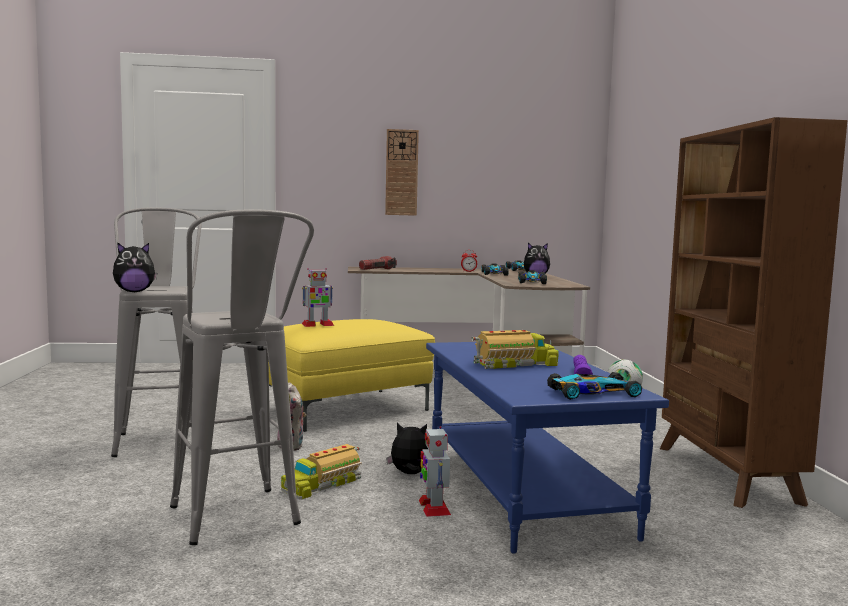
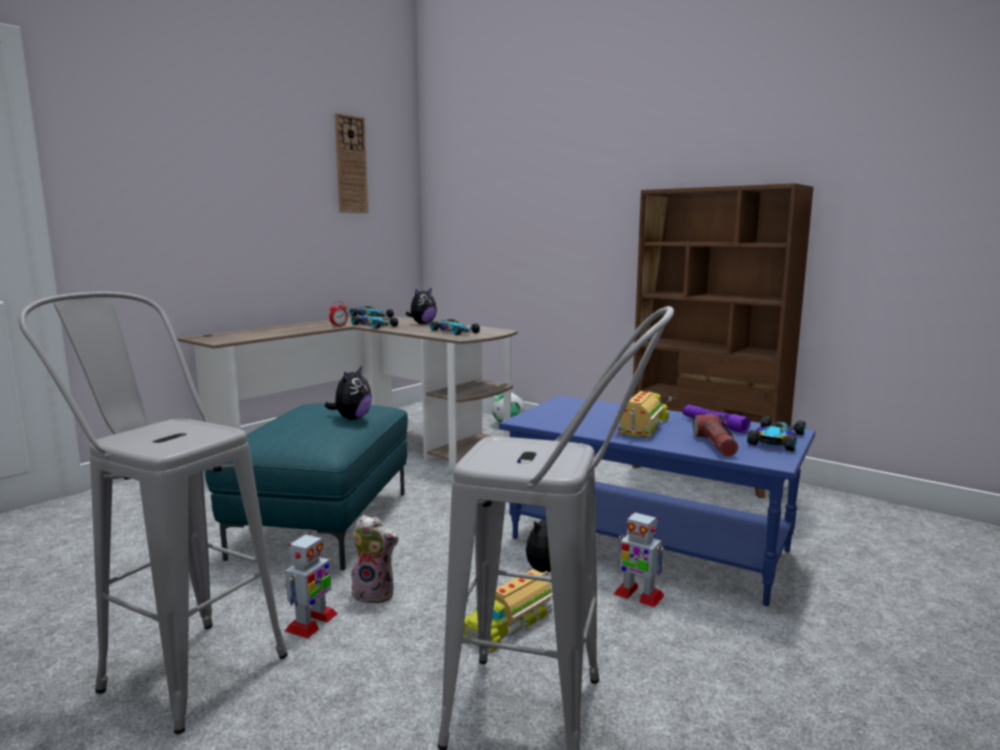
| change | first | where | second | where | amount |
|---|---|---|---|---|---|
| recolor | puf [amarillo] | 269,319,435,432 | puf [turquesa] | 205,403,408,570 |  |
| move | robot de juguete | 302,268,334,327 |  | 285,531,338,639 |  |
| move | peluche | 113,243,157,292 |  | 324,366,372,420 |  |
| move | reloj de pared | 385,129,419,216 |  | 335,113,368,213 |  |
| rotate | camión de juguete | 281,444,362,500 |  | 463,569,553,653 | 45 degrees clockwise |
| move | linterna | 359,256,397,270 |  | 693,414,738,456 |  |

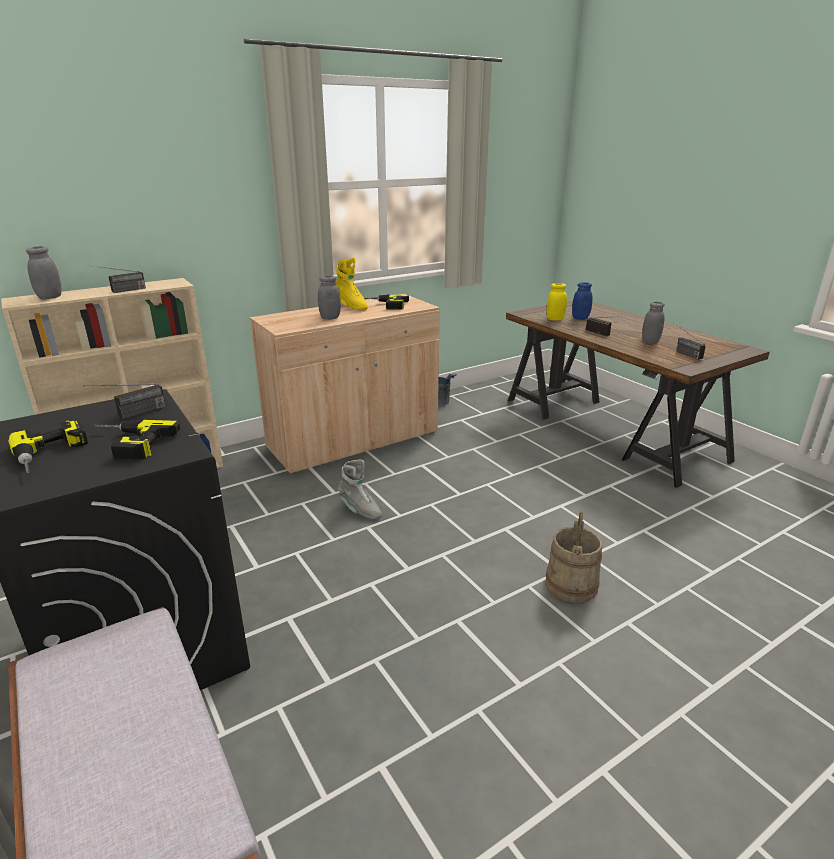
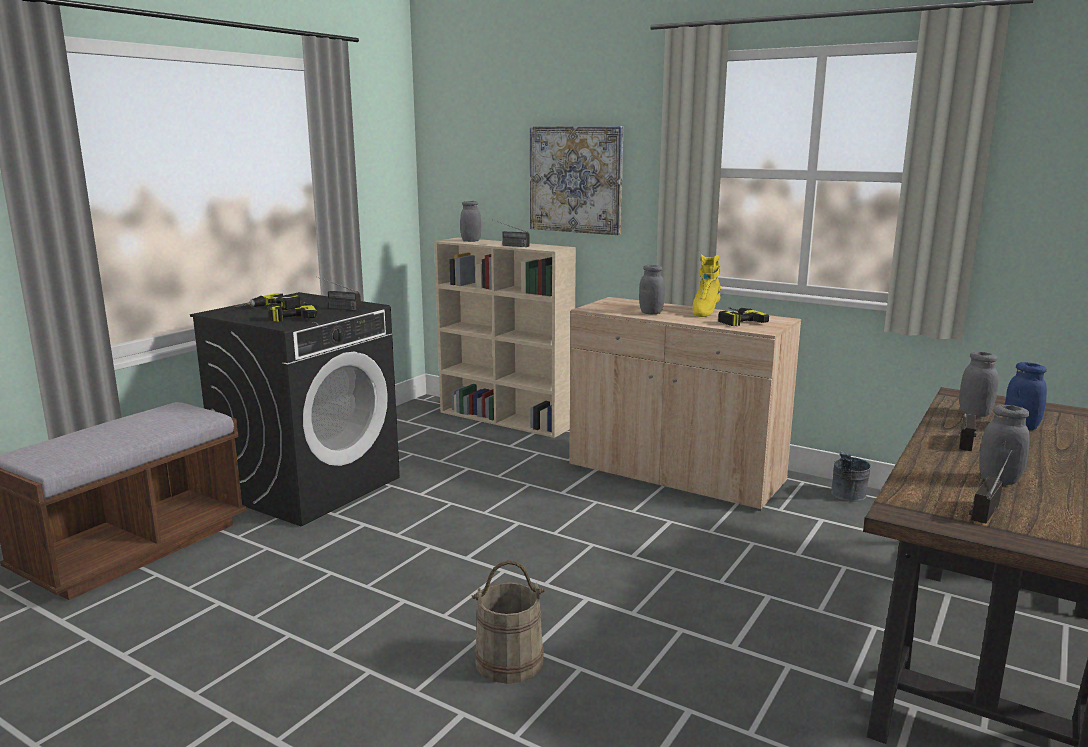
| change | first | where | second | where | amount |
|---|---|---|---|---|---|
| insert |  |  | cuadro | 530,126,624,235 |  |
| recolor | tarro [amarillo] | 546,283,567,321 | tarro [gris] | 959,352,999,417 |  |
| delete | bota [gris] | 338,459,382,519 |  |  |  |

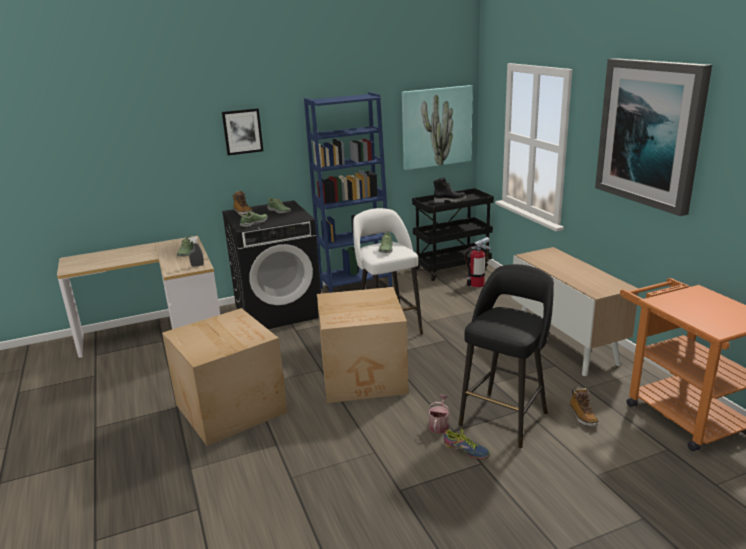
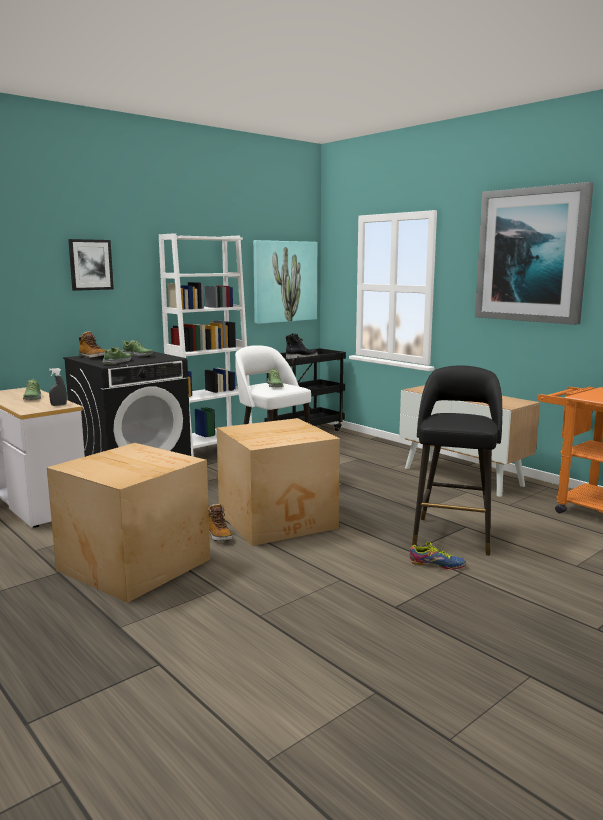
| change | first | where | second | where | amount |
|---|---|---|---|---|---|
| recolor | estantería [azul] | 304,92,392,293 | estantería [blanco] | 159,234,252,457 |  |
| move | bota | 570,387,599,426 |  | 209,504,233,541 |  |
| delete | regadera | 428,395,450,434 |  |  |  |
| delete | extintor | 464,237,491,287 |  |  |  |

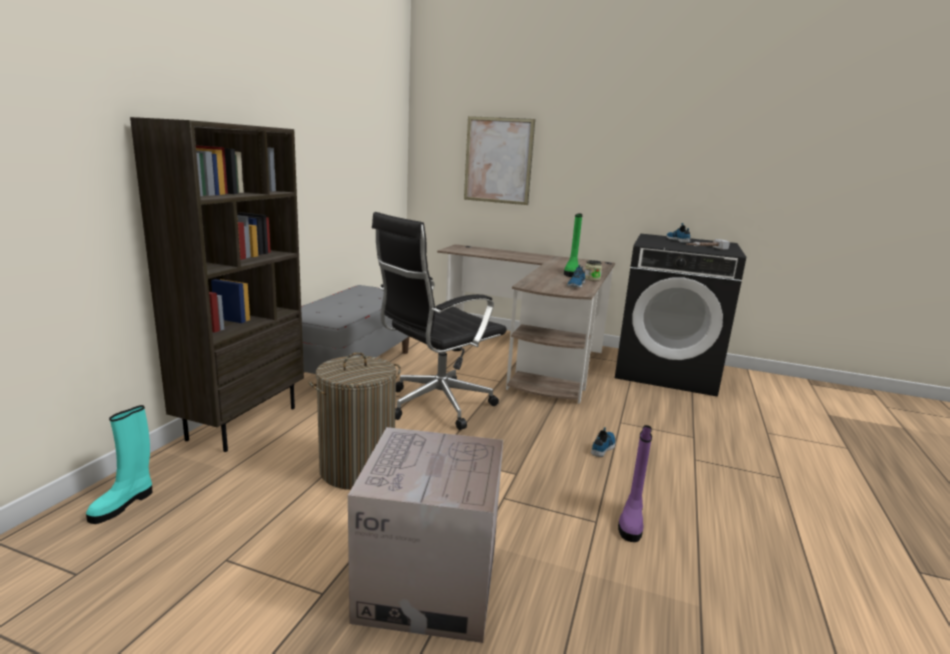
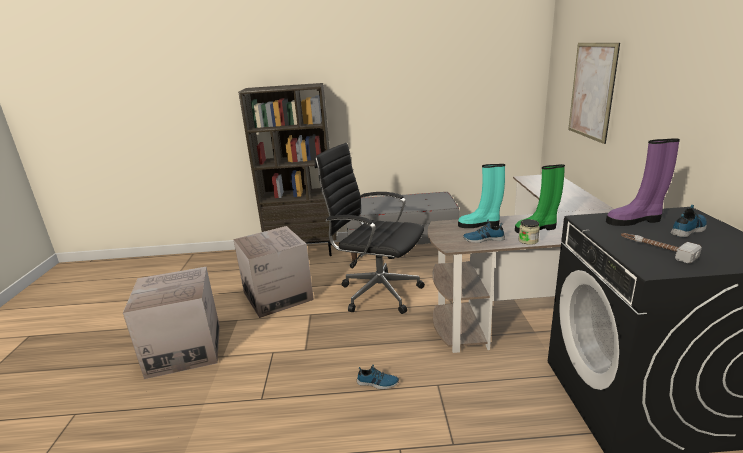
| change | first | where | second | where | amount |
|---|---|---|---|---|---|
| replace | cesto de la ropa | 308,352,401,490 | caja de cartón | 233,226,314,318 |  |
| move | bota [turquesa] | 86,405,152,524 |  | 458,164,505,228 |  |
| move | bota [morado] | 618,425,652,542 |  | 606,138,680,226 |  |

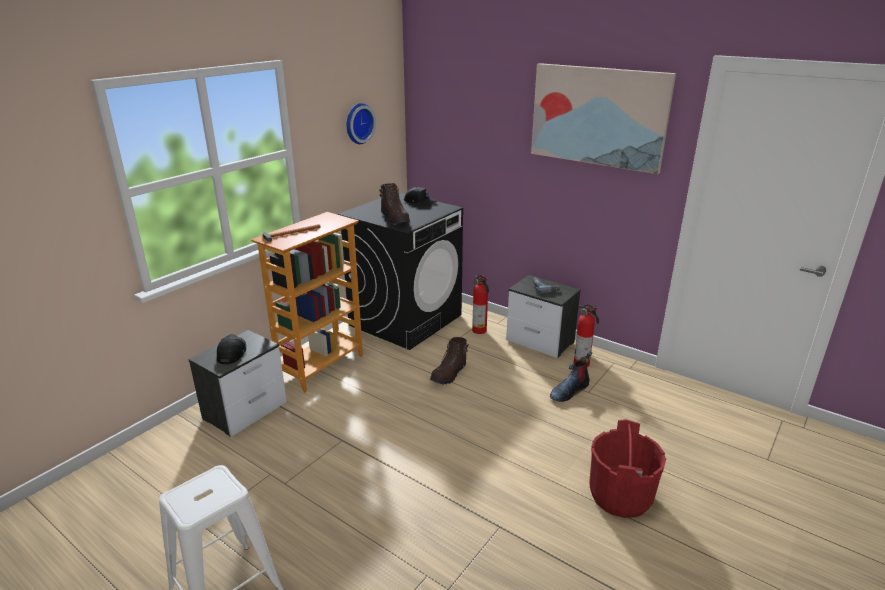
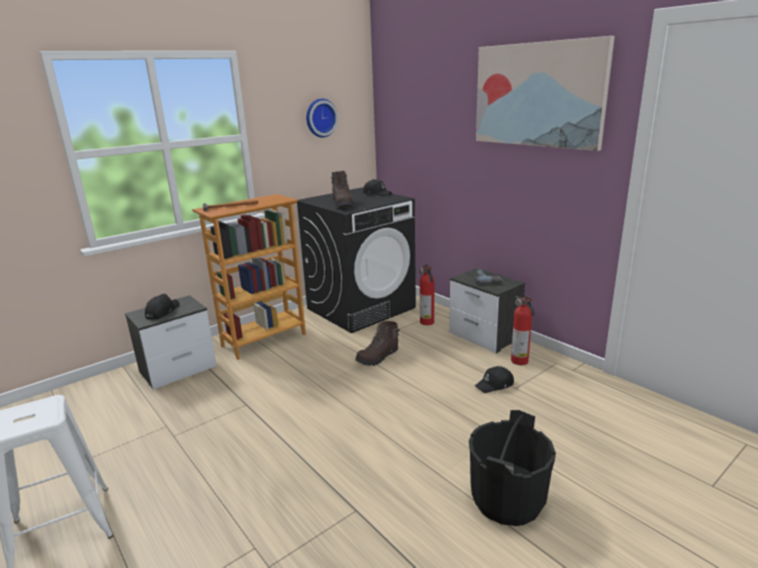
| change | first | where | second | where | amount |
|---|---|---|---|---|---|
| recolor | cubo [rojo] | 589,419,666,518 | cubo [negro] | 469,410,556,526 |  |
| replace | bota | 550,351,592,402 | gorra [negro] | 475,366,514,393 |  |

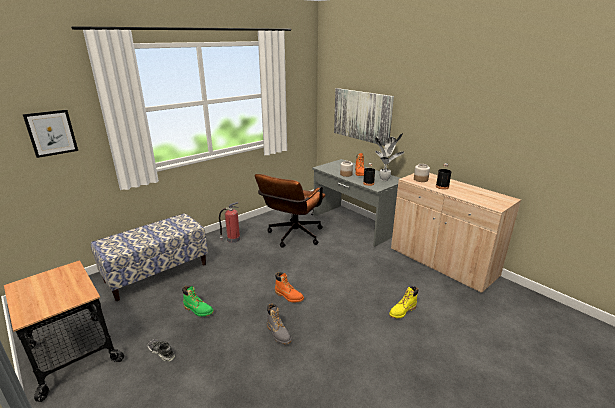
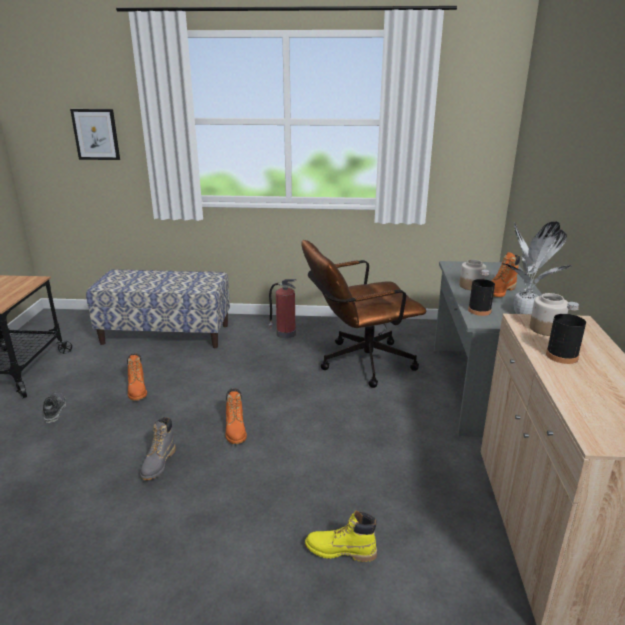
| change | first | where | second | where | amount |
|---|---|---|---|---|---|
| recolor | bota [verde] | 182,286,214,317 | bota [naranja] | 127,353,147,401 |  |
| delete | cuadro | 334,88,394,146 |  |  |  |

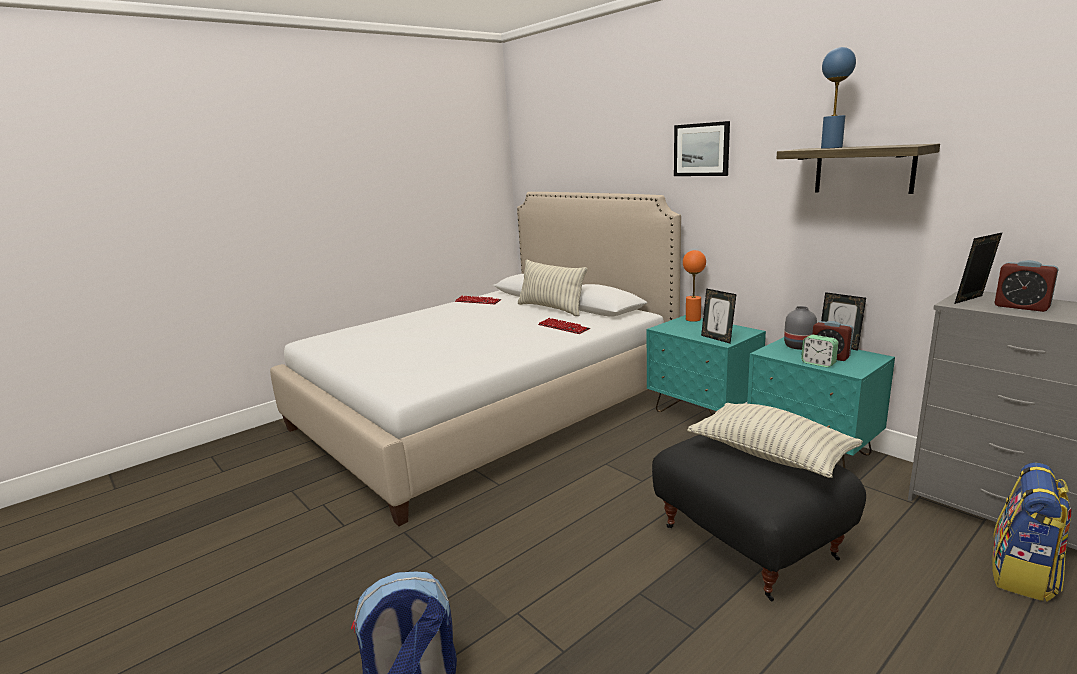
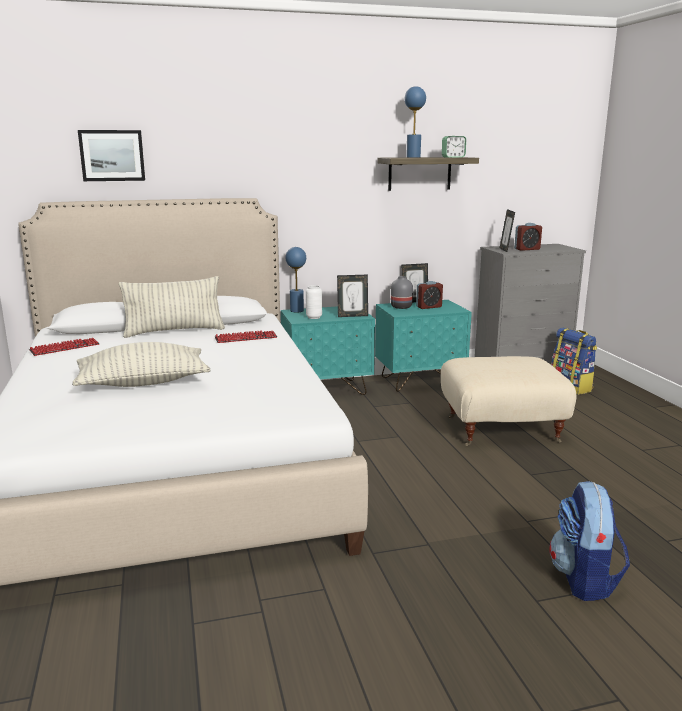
| change | first | where | second | where | amount |
|---|---|---|---|---|---|
| move | cojín | 687,403,863,478 |  | 72,342,211,387 |  |
| move | cuadro | 674,121,730,176 |  | 78,130,145,181 |  |
| recolor | lámpara de mesa [naranja] | 683,250,706,322 | lámpara de mesa [azul] | 285,247,306,312 |  |
| insert |  |  | florero [blanco] | 306,285,322,319 |  |
| recolor | puf [negro] | 652,435,866,601 | puf [beis] | 441,356,576,446 |  |
| move | despertador | 801,335,839,367 |  | 442,136,466,158 |  |

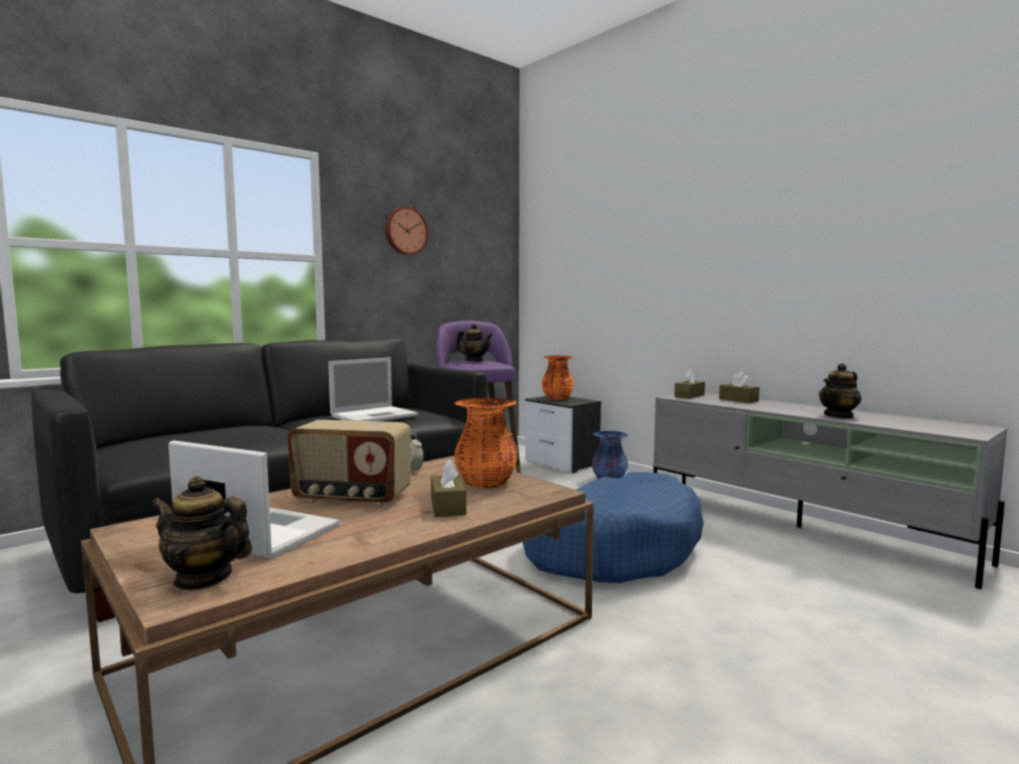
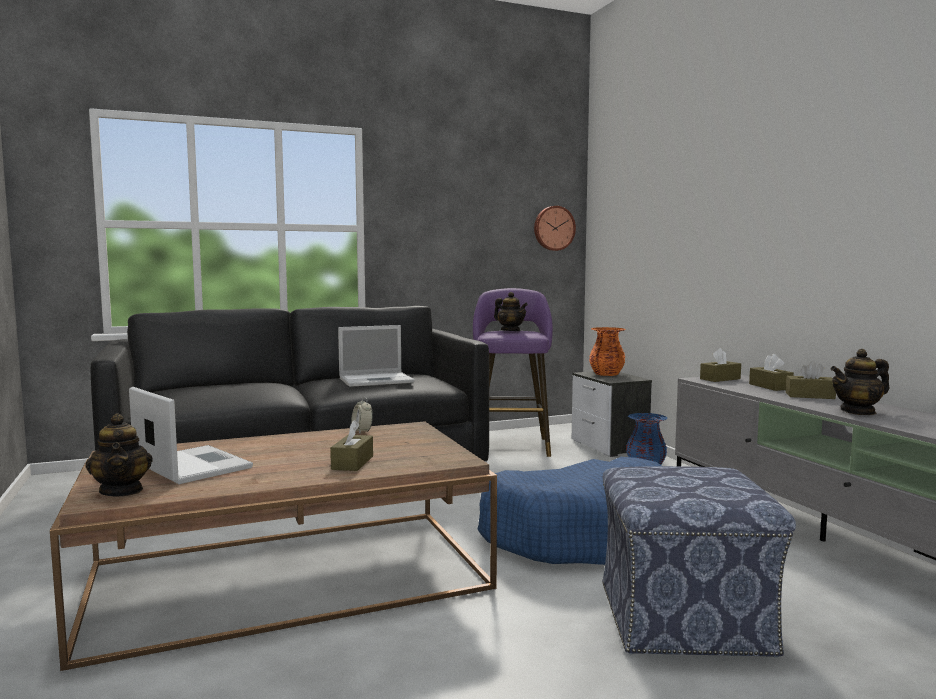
| change | first | where | second | where | amount |
|---|---|---|---|---|---|
| rotate | tetera | 151,476,252,591 |  | 86,413,153,496 | 150 degrees counterclockwise |
| move | reloj de pared | 385,206,428,255 |  | 534,206,576,251 |  |
| insert |  |  | puf | 602,466,796,658 |  |
| insert |  |  | caja de pañuelos [marrón] | 786,361,836,399 |  |
| delete | radio | 287,420,411,506 |  |  |  |
| delete | florero [naranja] | 454,398,518,488 |  |  |  |

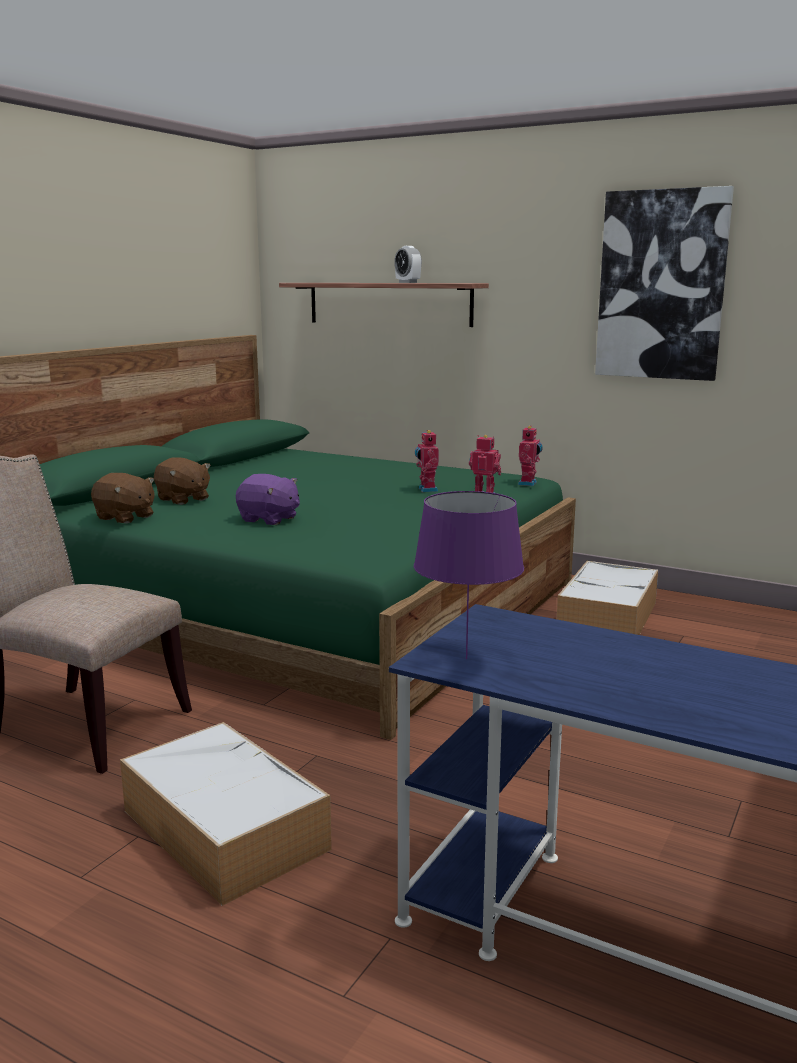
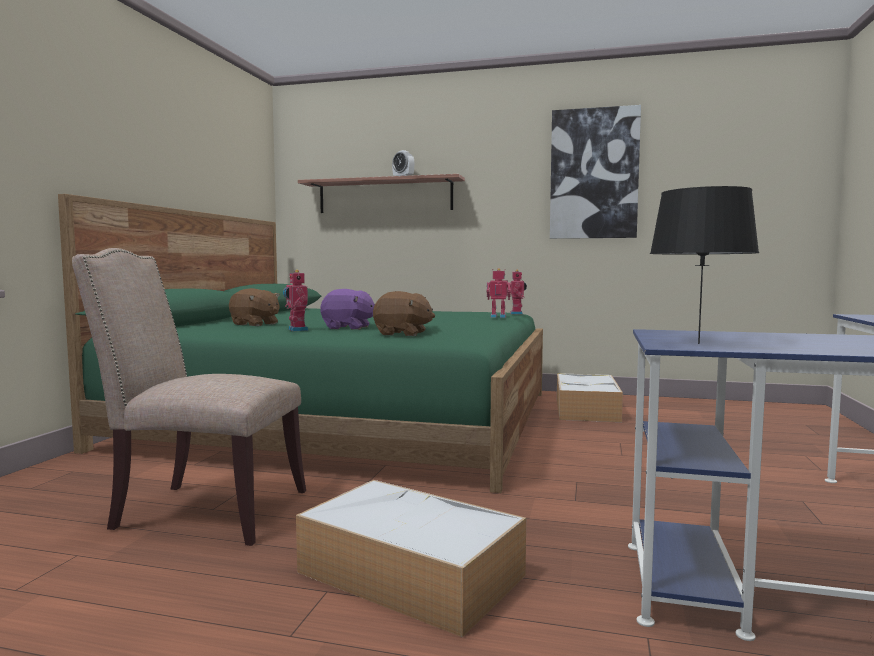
| change | first | where | second | where | amount |
|---|---|---|---|---|---|
| move | robot de juguete | 415,430,439,492 |  | 283,270,309,331 |  |
| move | peluche [marrón] | 91,473,155,524 |  | 373,291,435,336 |  |
| recolor | lámpara de mesa [morado] | 414,491,524,659 | lámpara de mesa [negro] | 650,186,759,344 |  |

